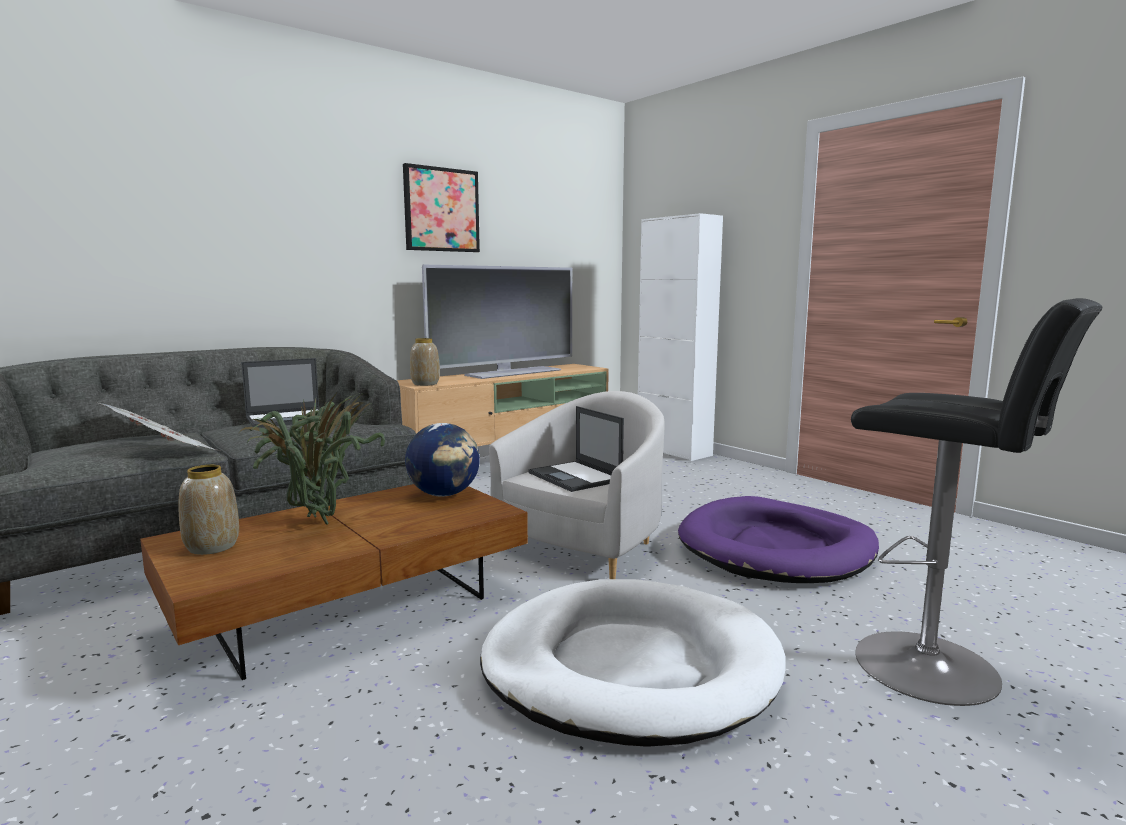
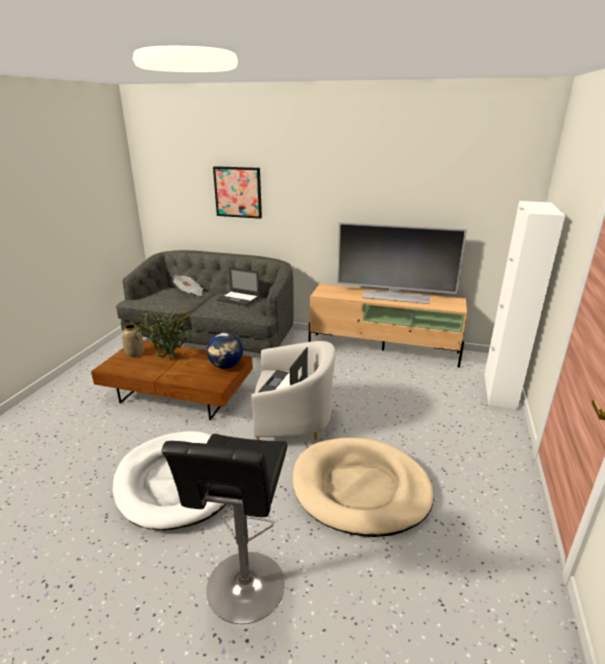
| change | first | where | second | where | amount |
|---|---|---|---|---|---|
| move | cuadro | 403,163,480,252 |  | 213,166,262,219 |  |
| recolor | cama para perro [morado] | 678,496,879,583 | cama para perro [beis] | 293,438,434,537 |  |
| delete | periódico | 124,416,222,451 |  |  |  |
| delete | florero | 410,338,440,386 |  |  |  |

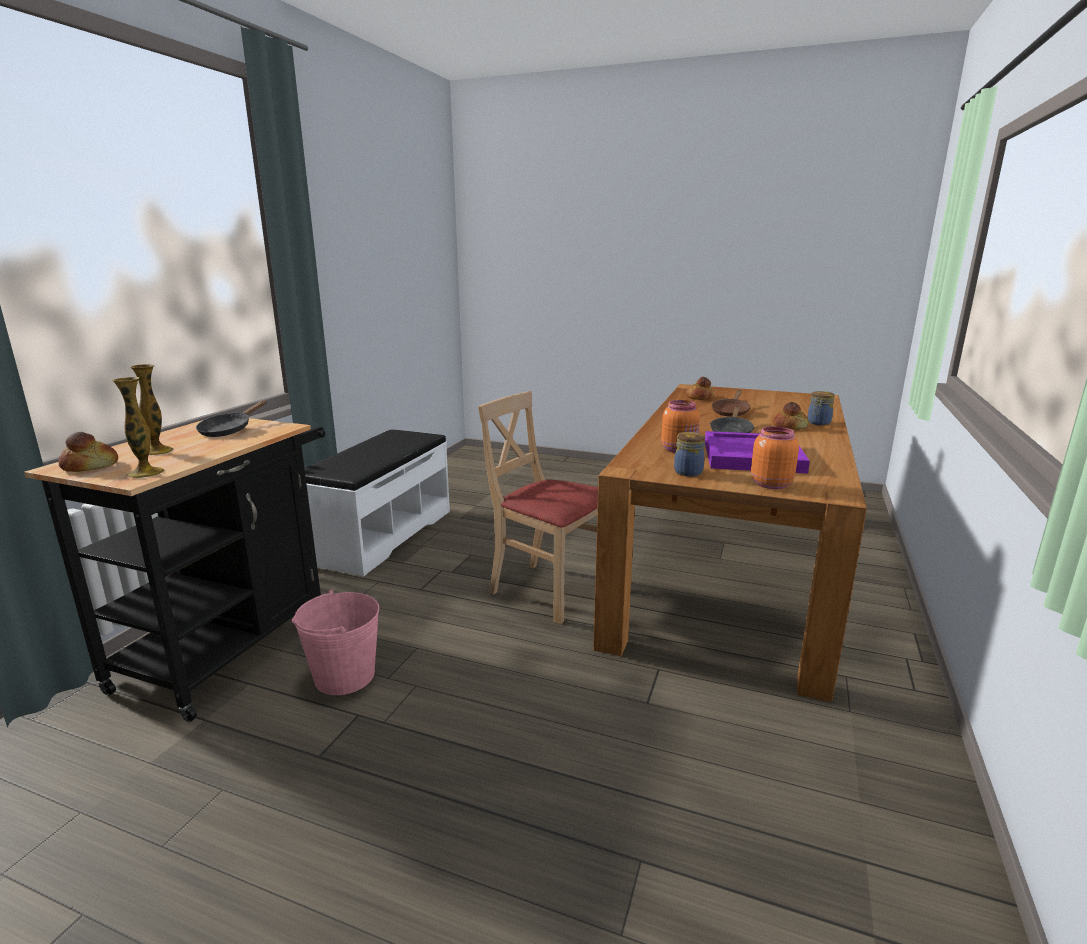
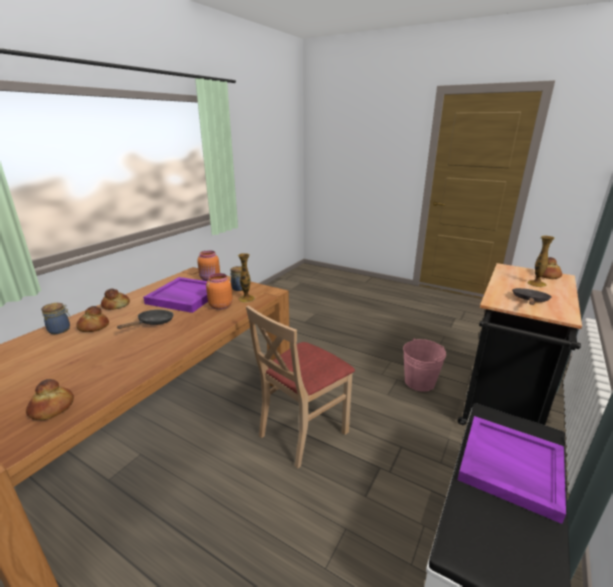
| change | first | where | second | where | amount |
|---|---|---|---|---|---|
| insert |  |  | pan | 101,288,130,310 |  |
| move | florero | 112,377,164,478 |  | 238,253,255,303 |  |
| rotate | silla [beis] | 478,391,598,624 |  | 246,305,355,468 | 90 degrees clockwise |
| insert |  |  | bandeja [morado] | 457,416,566,524 |  |
| delete | sartén [marrón] | 712,390,751,417 |  |  |  |

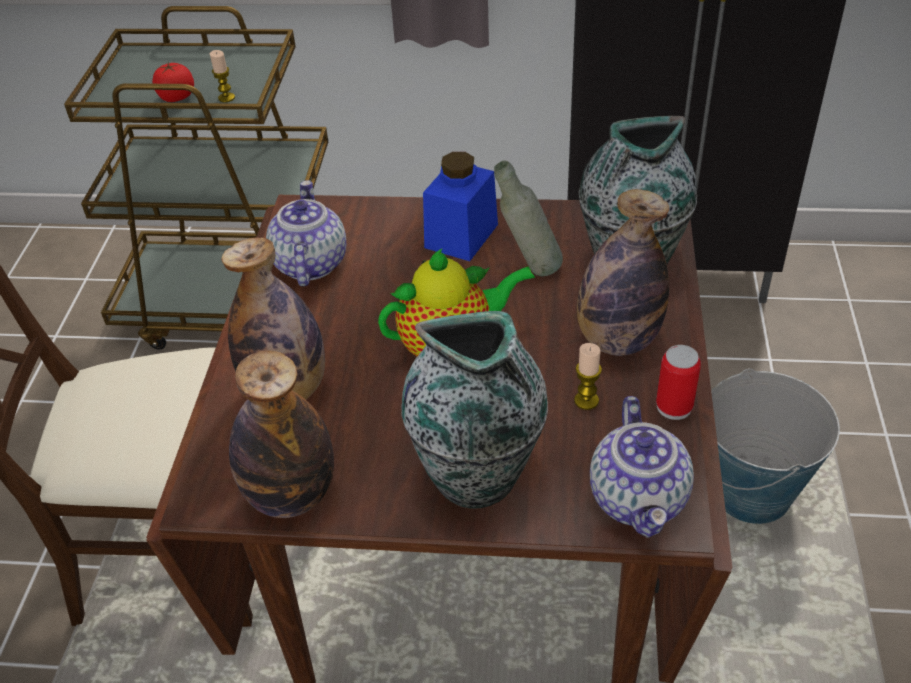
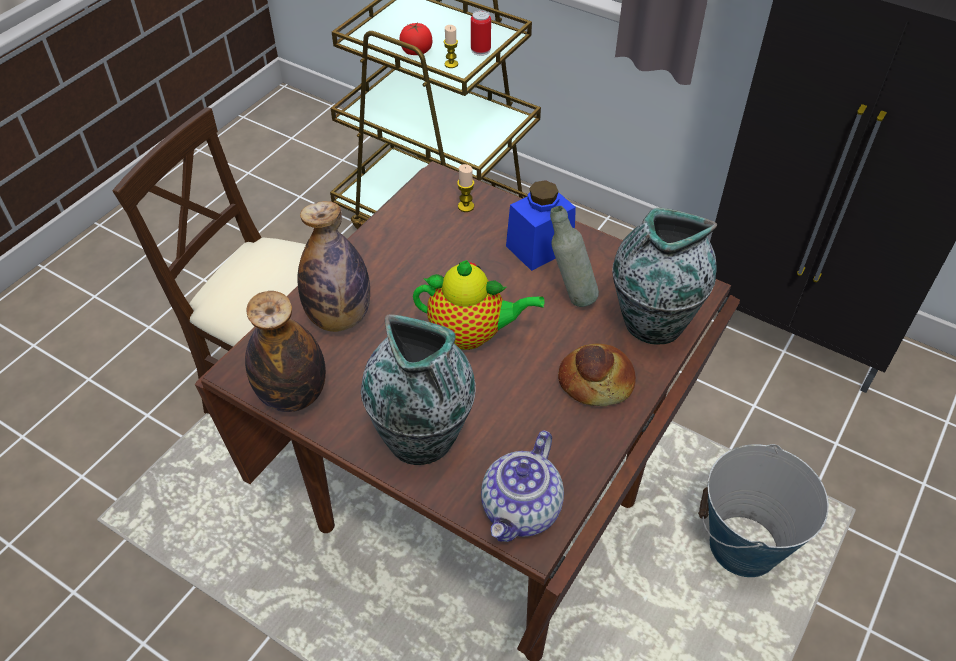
| change | first | where | second | where | amount |
|---|---|---|---|---|---|
| move | vela | 574,343,602,410 |  | 457,164,474,212 |  |
| move | lata | 656,345,701,420 |  | 471,10,491,56 |  |
| replace | botella | 577,189,669,356 | pan | 558,344,636,406 |  |
| delete | tetera | 266,181,346,286 |  |  |  |

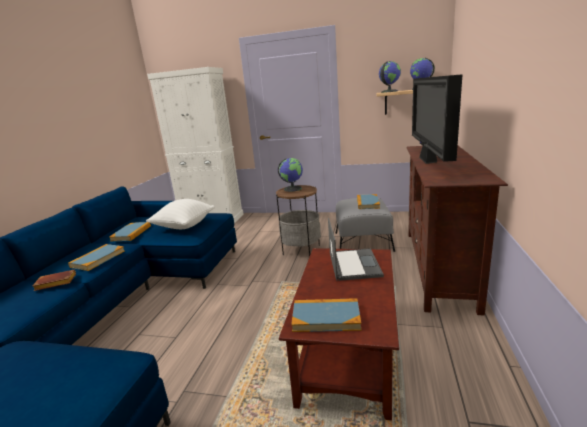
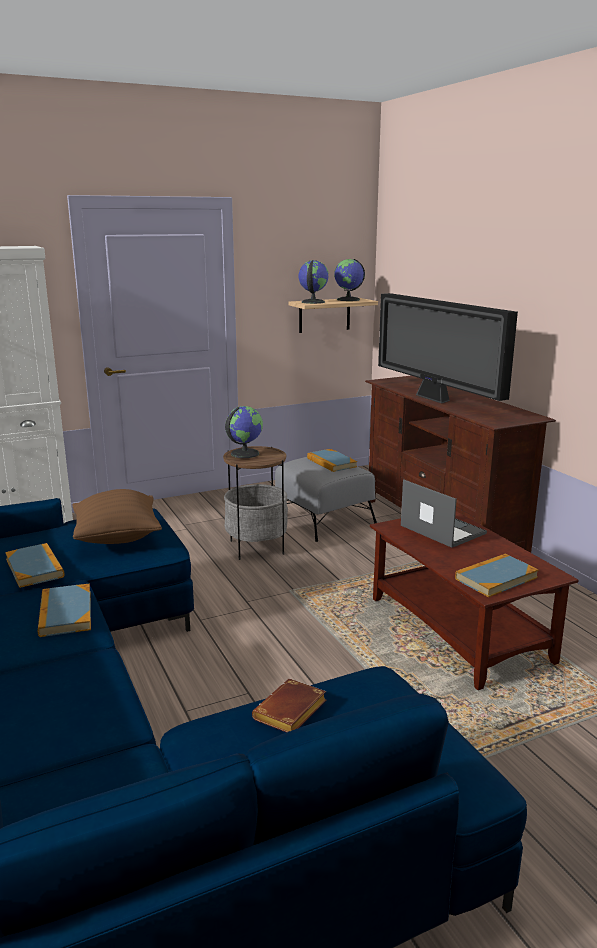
| change | first | where | second | where | amount |
|---|---|---|---|---|---|
| recolor | cojín [blanco] | 146,199,215,229 | cojín [marrón] | 72,489,162,544 |  |
| move | libro [marrón] | 32,269,76,291 |  | 252,679,326,733 |  |

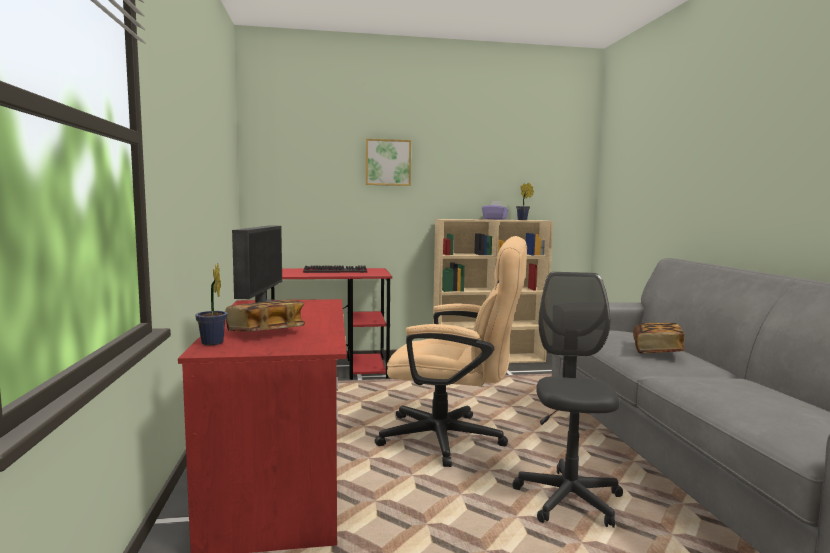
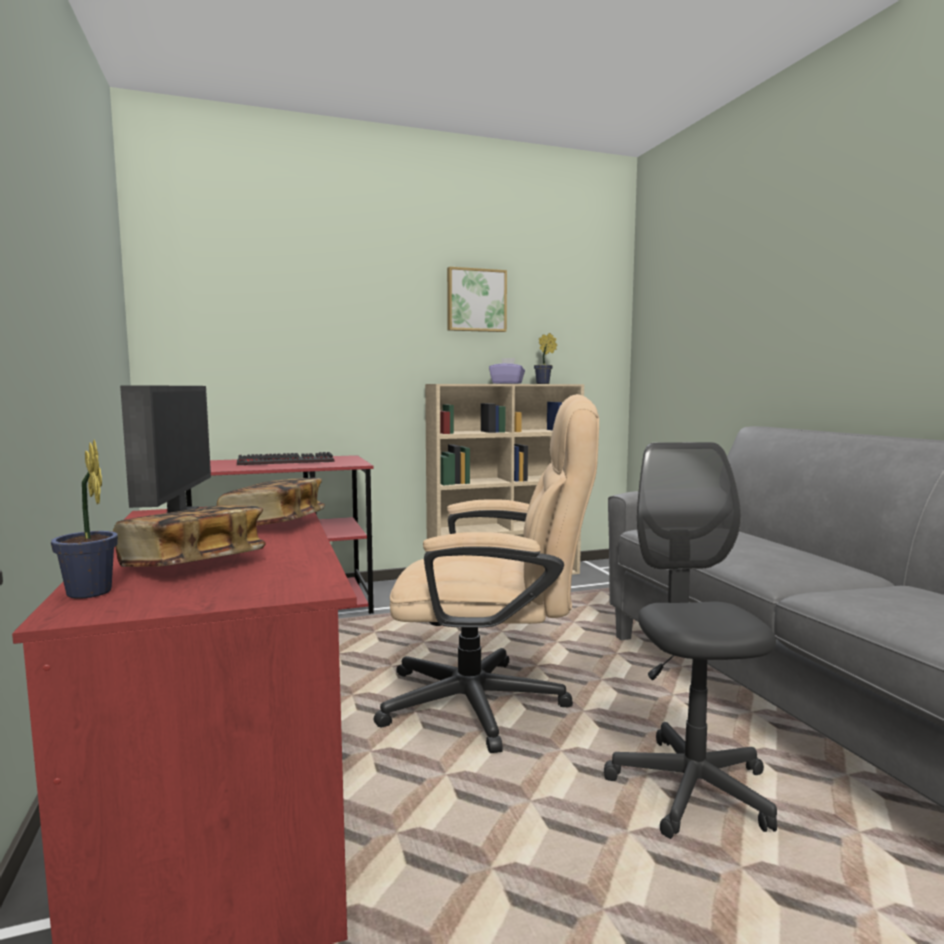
| change | first | where | second | where | amount |
|---|---|---|---|---|---|
| move | libro | 633,323,685,353 |  | 217,477,325,526 |  |
| move | cuadro | 366,139,411,186 |  | 447,267,507,332 |  |

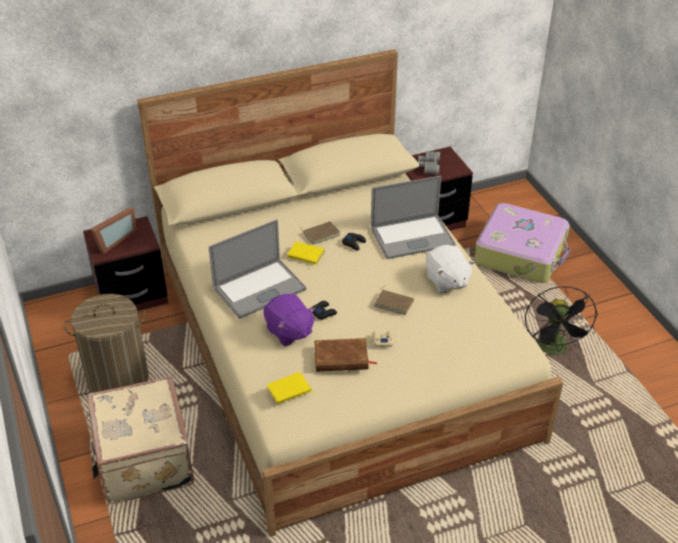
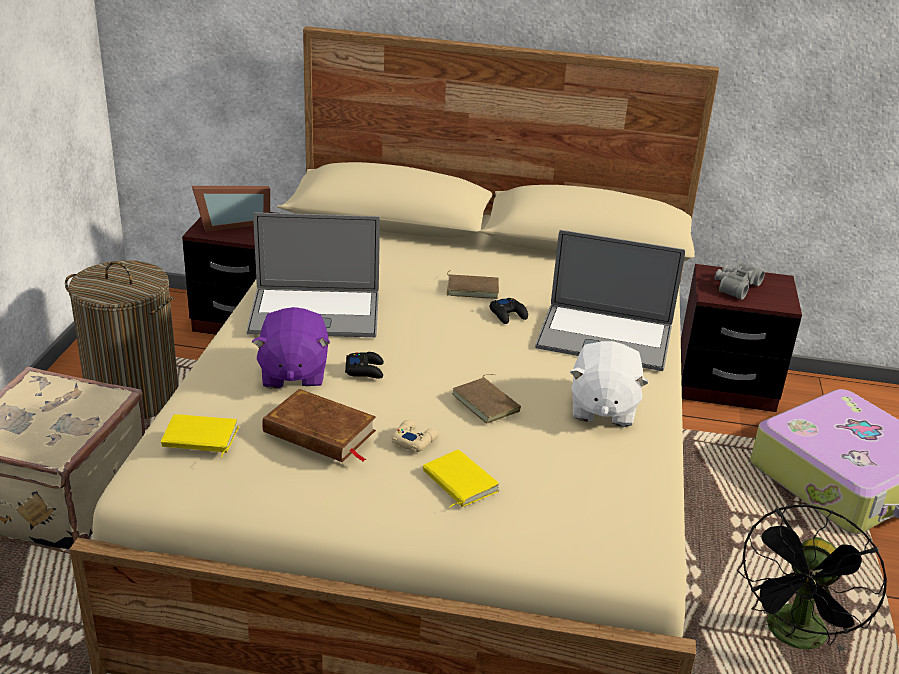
| change | first | where | second | where | amount |
|---|---|---|---|---|---|
| move | libro [amarillo] | 287,242,325,267 |  | 423,450,499,508 |  |

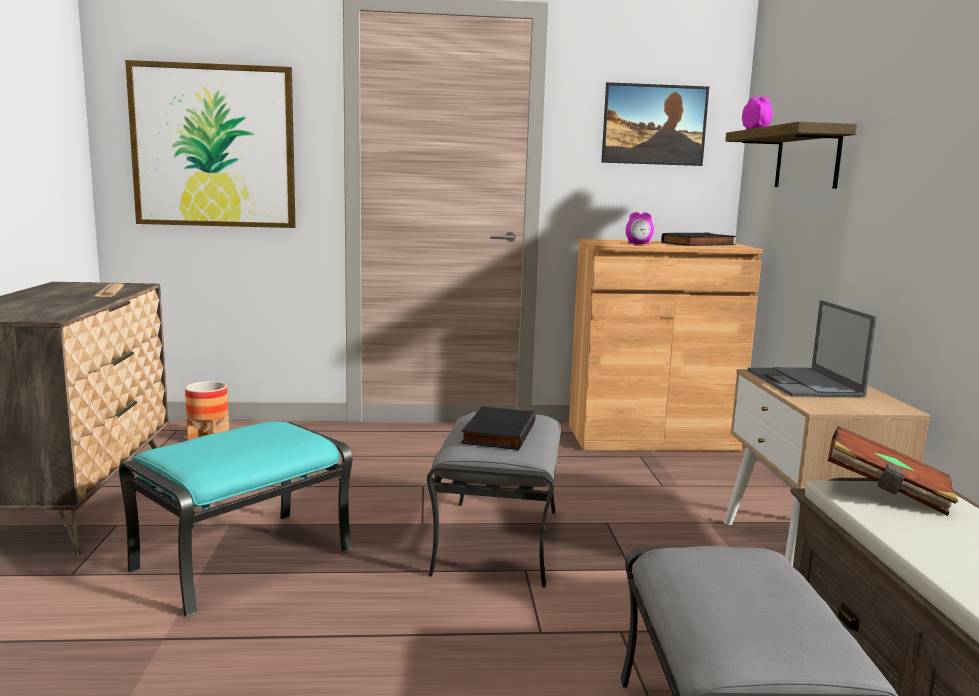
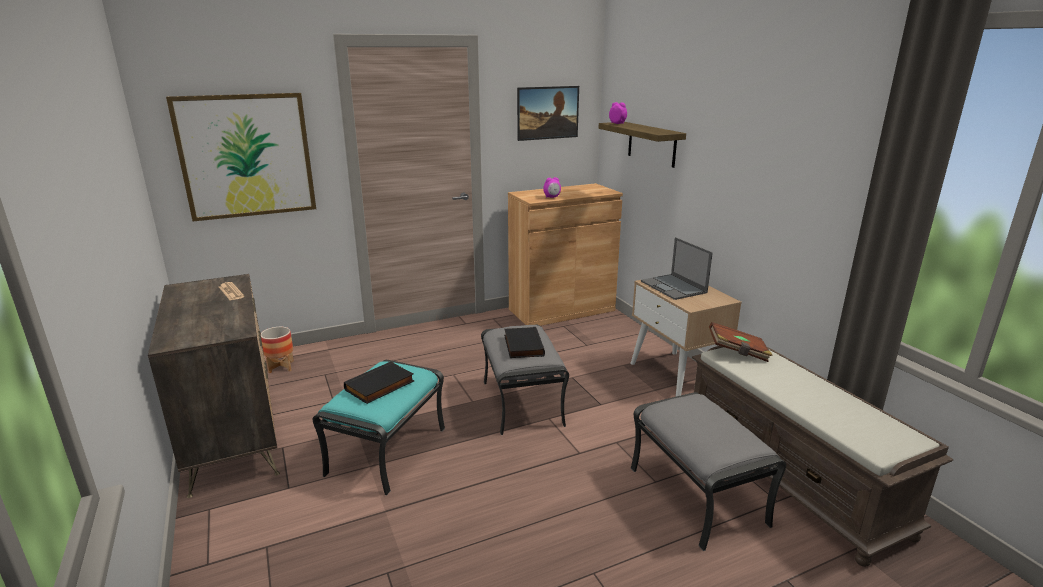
| change | first | where | second | where | amount |
|---|---|---|---|---|---|
| move | libro [negro] | 661,233,736,246 |  | 344,361,414,404 |  |

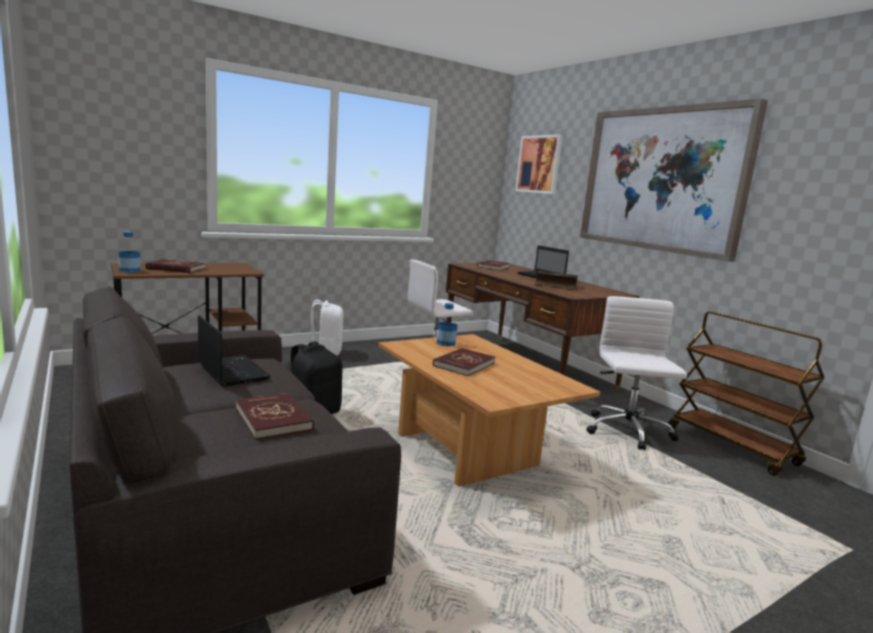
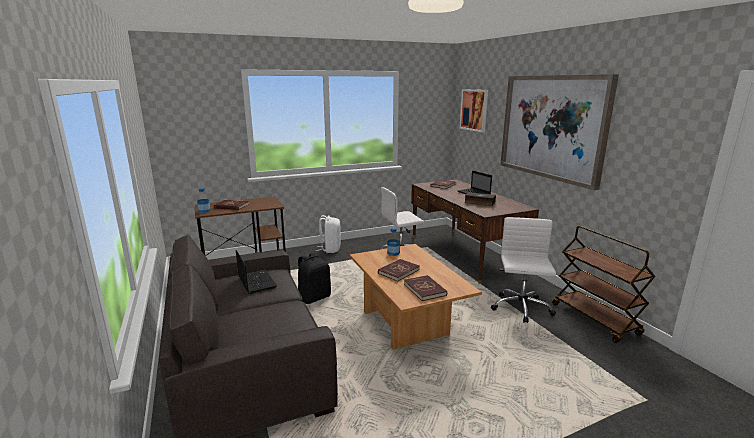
| change | first | where | second | where | amount |
|---|---|---|---|---|---|
| move | libro [rojo] | 236,393,314,440 |  | 404,275,447,301 |  |

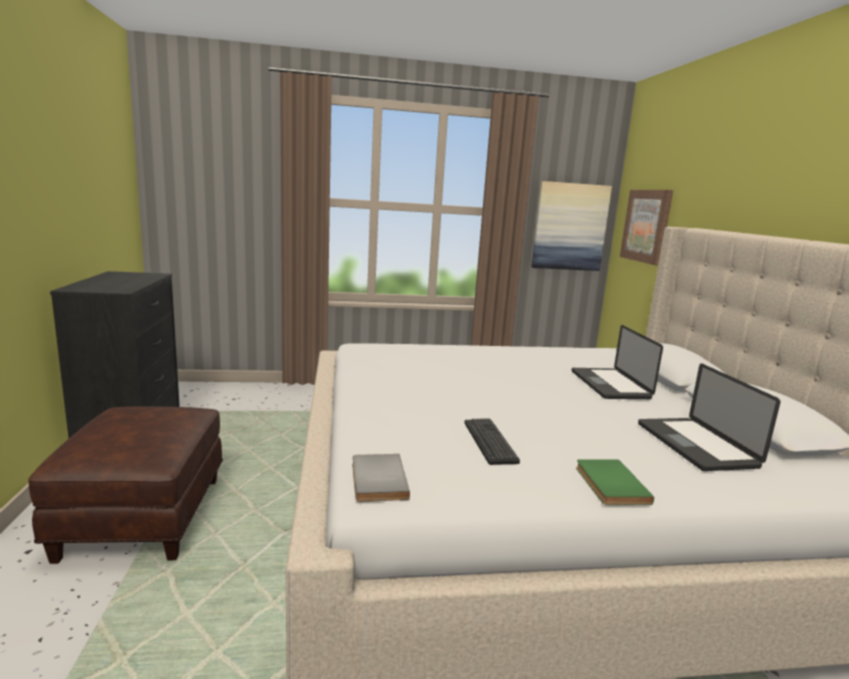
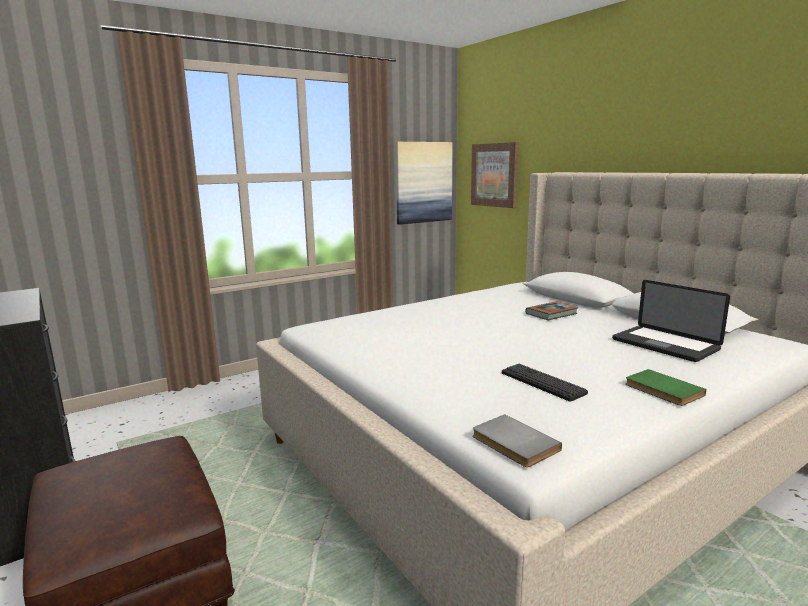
| change | first | where | second | where | amount |
|---|---|---|---|---|---|
| replace | portátil | 572,325,663,399 | libro | 525,302,578,320 |  |

